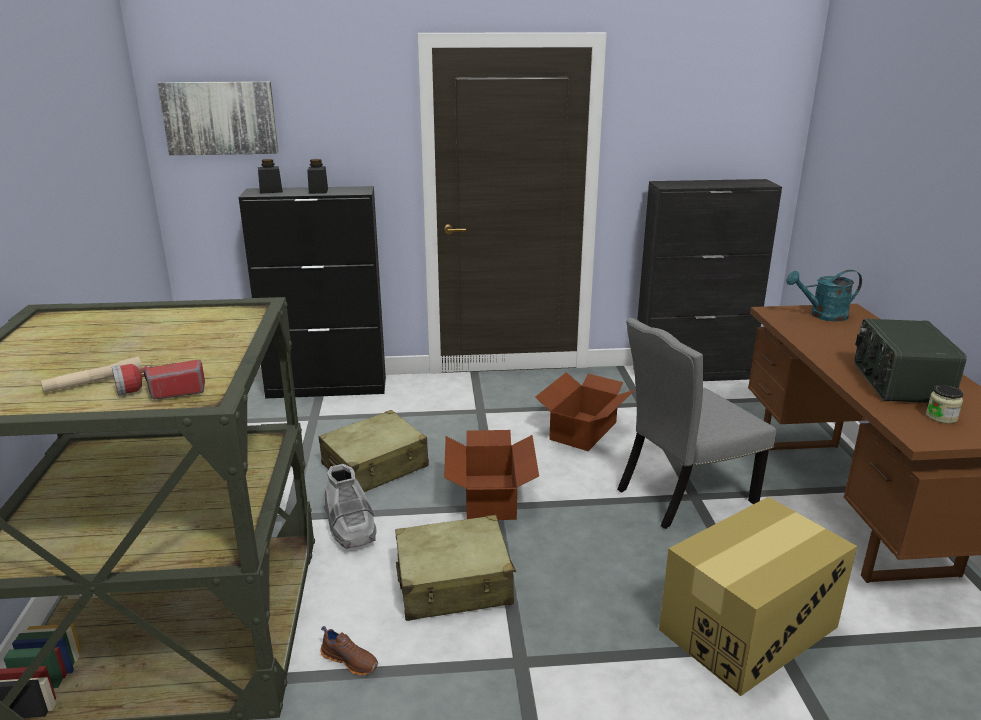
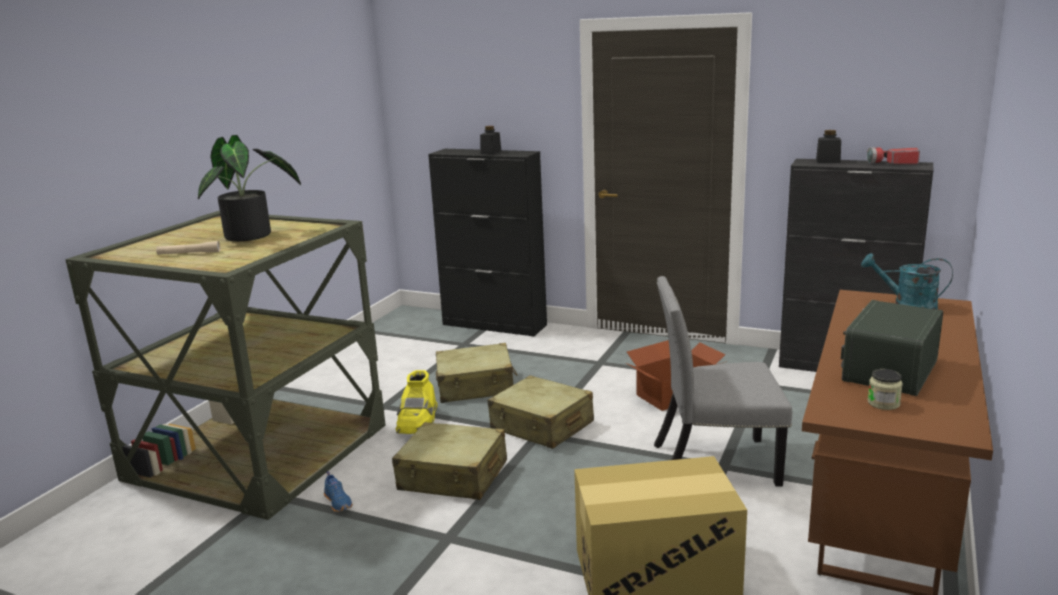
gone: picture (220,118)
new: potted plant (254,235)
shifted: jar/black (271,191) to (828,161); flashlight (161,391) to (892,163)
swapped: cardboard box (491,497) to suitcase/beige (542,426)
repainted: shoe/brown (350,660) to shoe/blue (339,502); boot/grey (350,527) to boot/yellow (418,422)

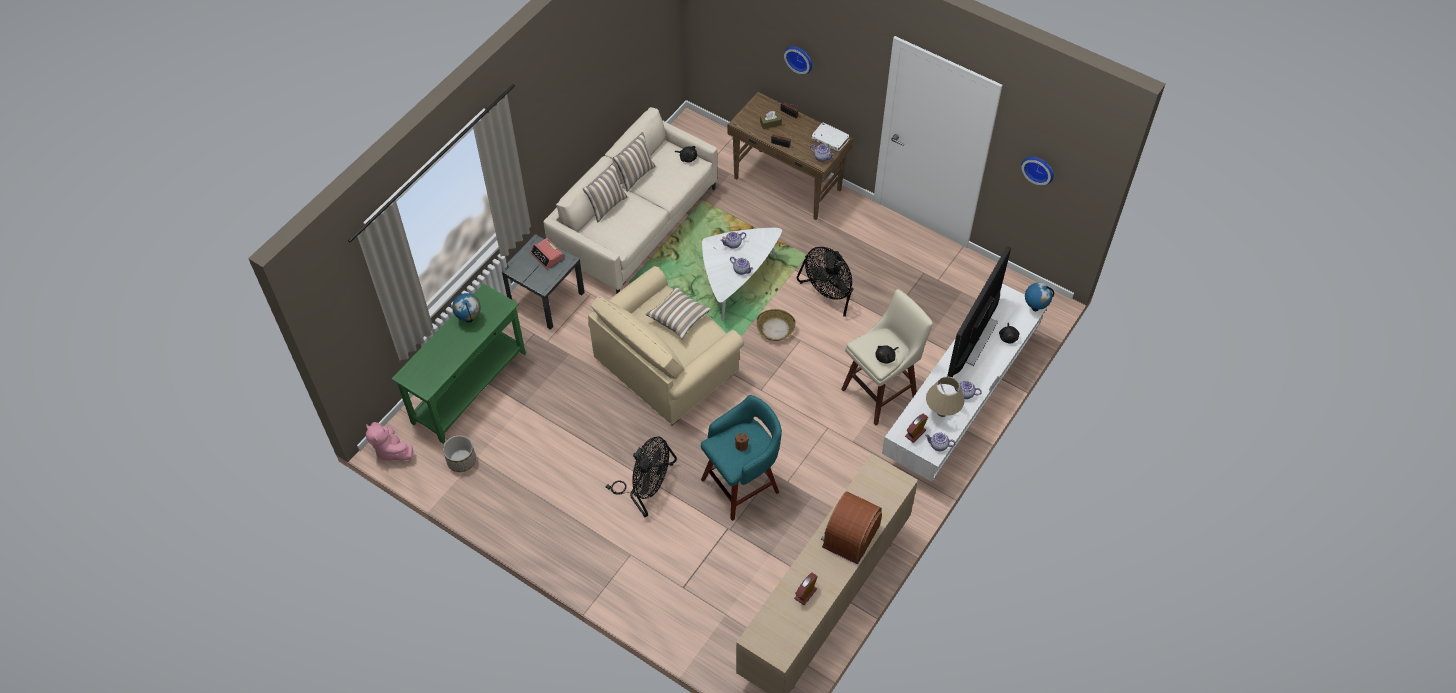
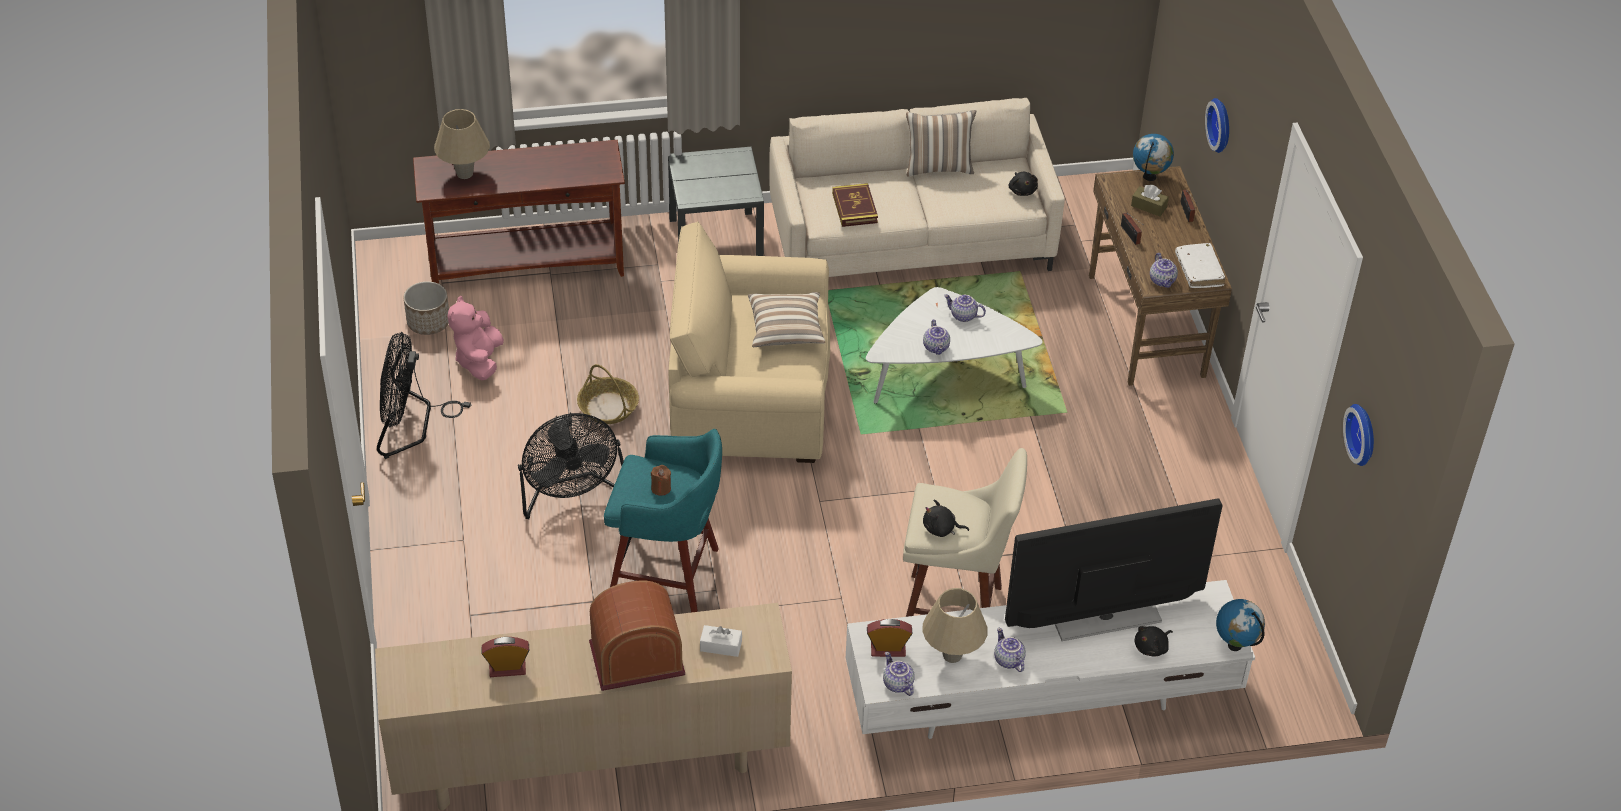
gone: alarm clock (547,256); pillow (606,205)
new: table lamp/beige (464,173); tissue box/white (721,646); book (854,208)
shifted: fan/black (829,290) to (413,420); plush toy/pink (391,450) to (479,361); basket (775,328) to (608,407); globe (469,319) to (1149,177)
repainted: console table/green (469,387) to console table/brown (527,264)

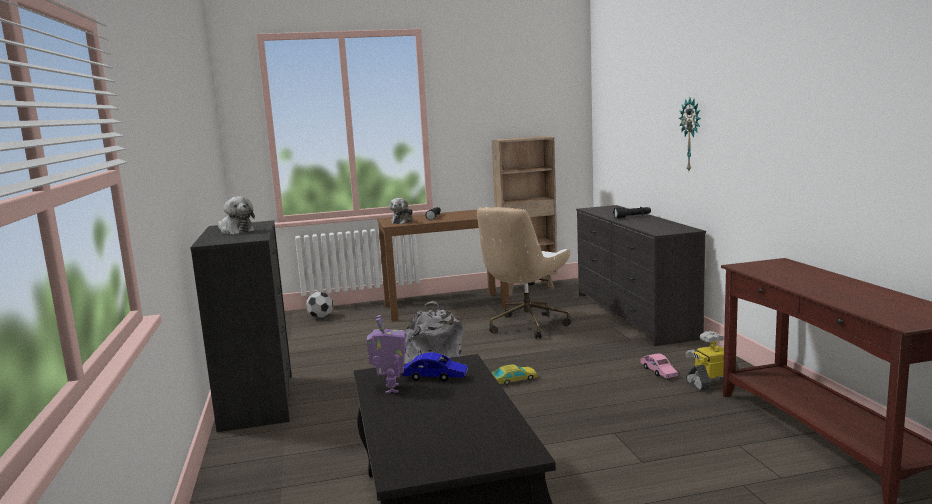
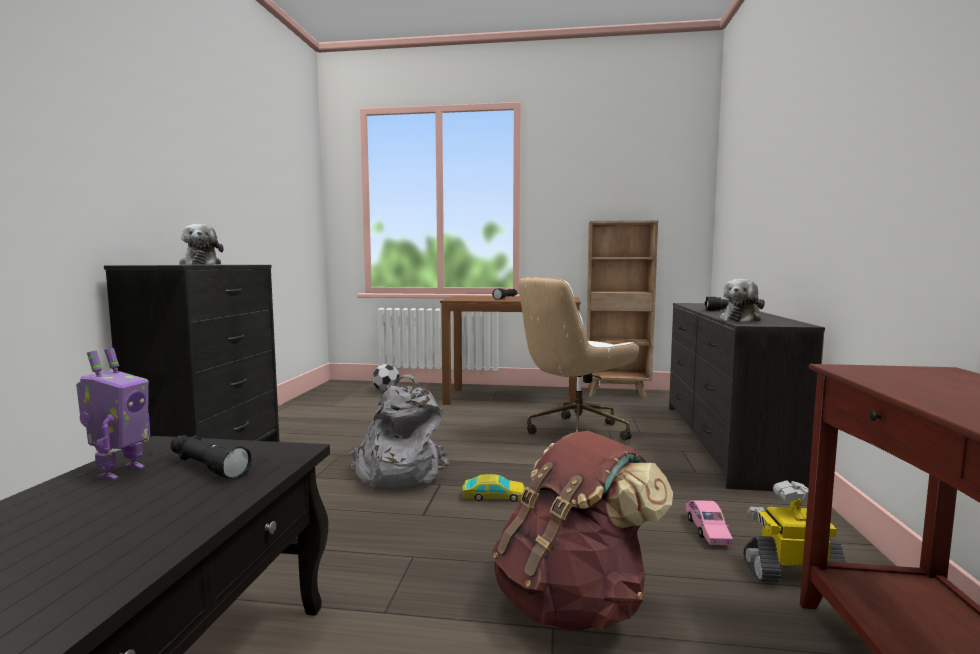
gone: wall clock (692,135)
new: backpack/brown (573,602)
shifted: plush toy (403,221) to (741,319)
swapped: toy car/blue (435,377) to flashlight/black (206,467)

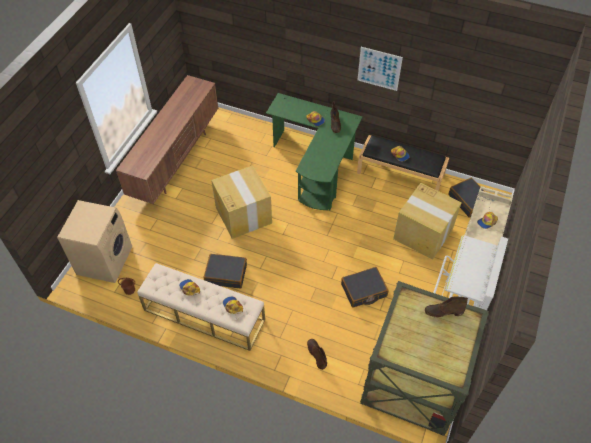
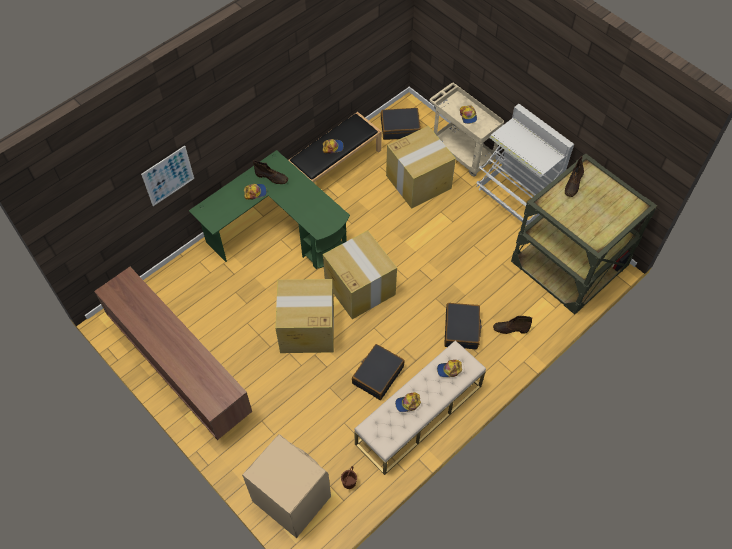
new: cardboard box (359,287)
shifted: picture (379,68) to (168,176); suitcase/black (363,291) to (461,329)

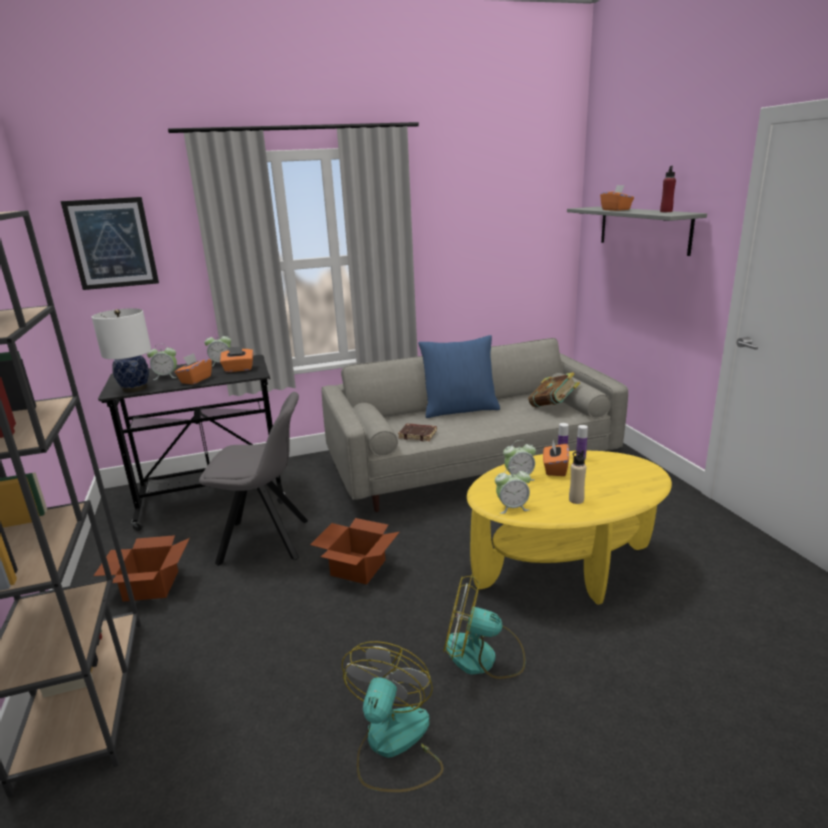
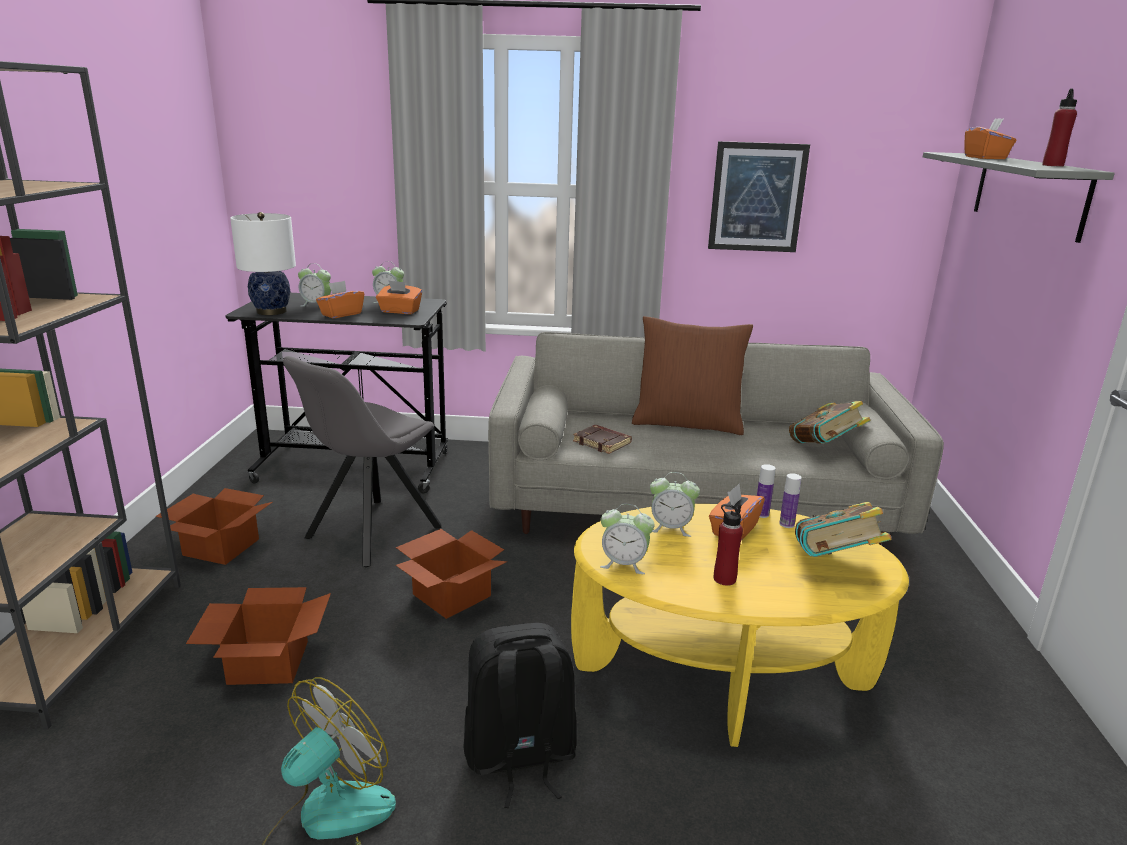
new: cardboard box (266,661); book (835,564)
shifted: picture (112,243) to (757,197)
swapped: fan (483,656) to backpack/black (519,758)
repainted: pillow/blue (460,409) to pillow/brown (687,423); bottle/beige (576,500) to bottle/red (724,579)
rotated: chair/grey (265,541) = (372,532) 105 degrees clockwise

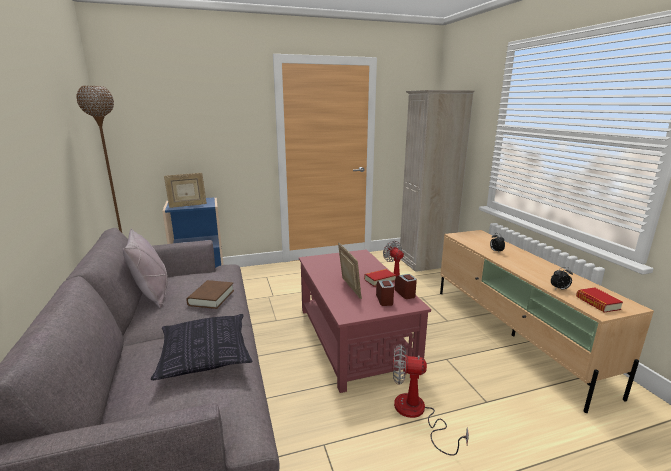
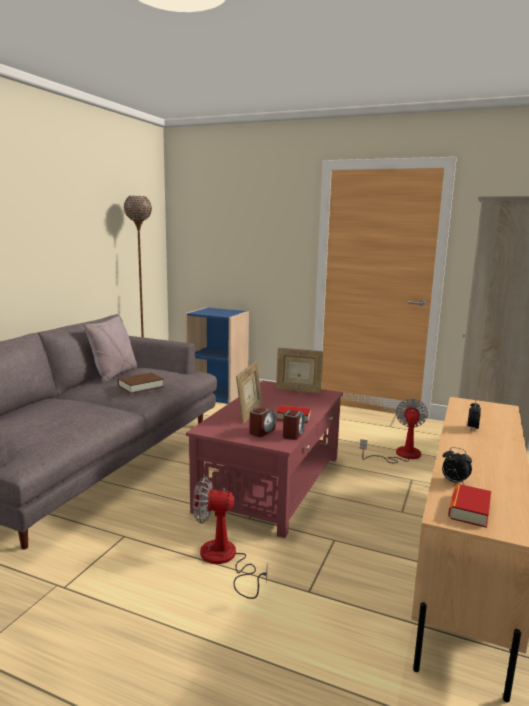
gone: pillow (205,356)
shifted: picture frame (187,205) to (298,390)
rotated: fan (417,414) = (224,560) 45 degrees counterclockwise

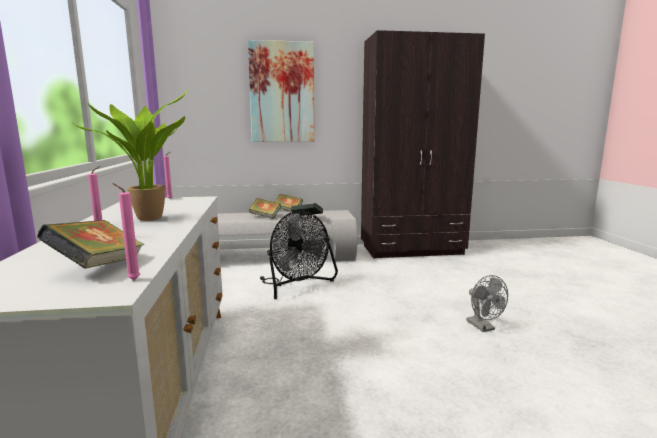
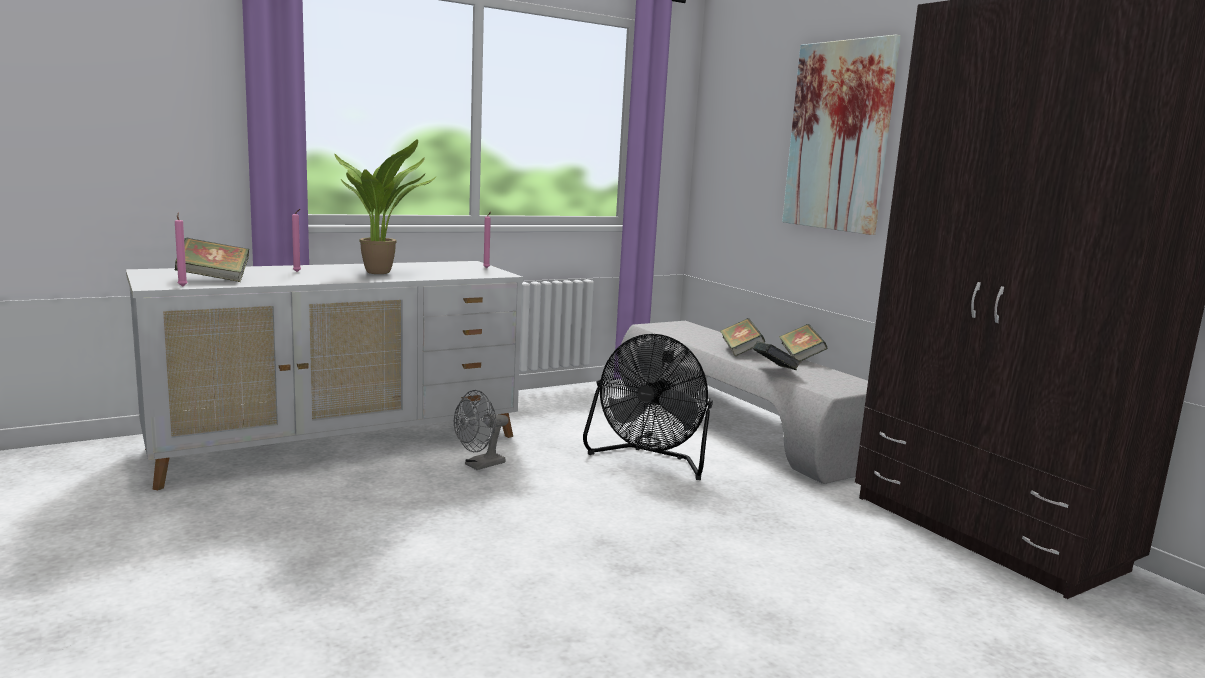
shifted: fan/grey (483,327) to (480,465)

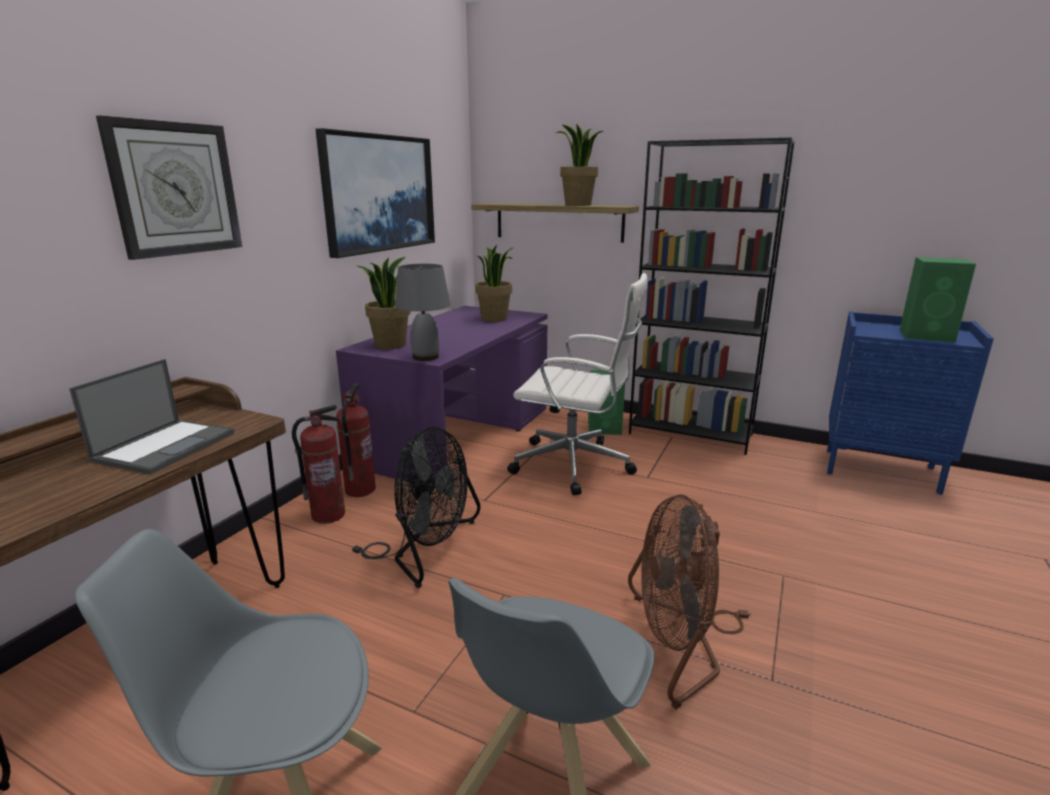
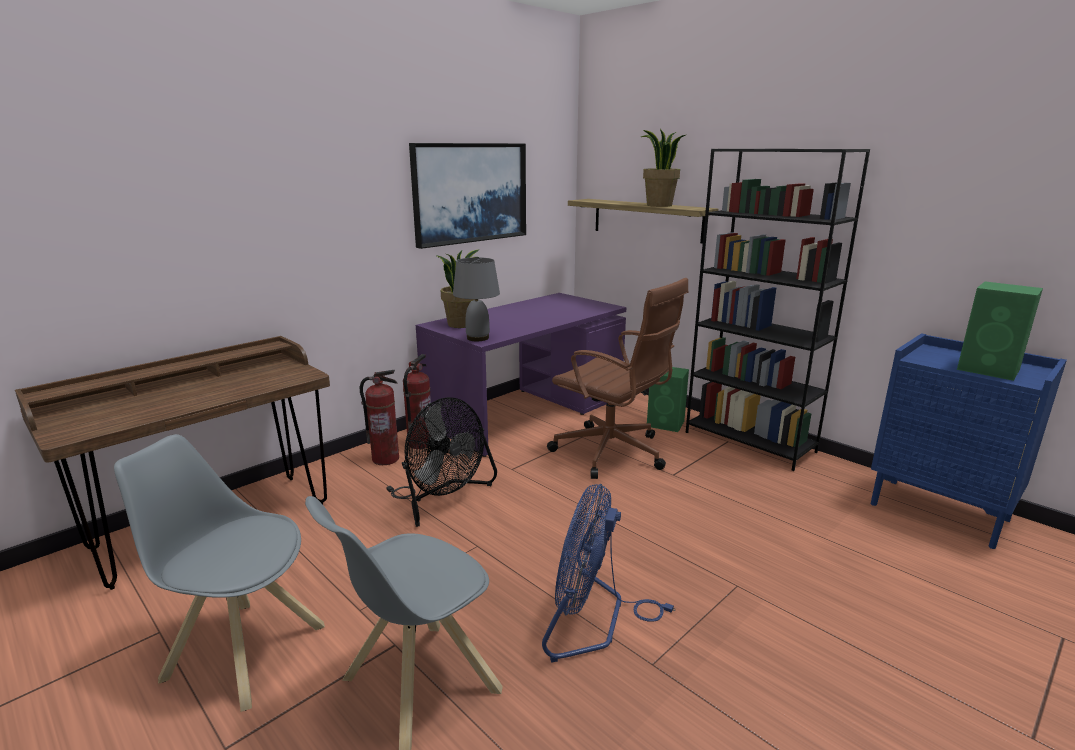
gone: laptop (166,446); wall clock (175,189); potted plant (495,319)
repainted: fan/brown (681,641) to fan/blue (596,615); office chair/white (575,465) to office chair/brown (612,453)

